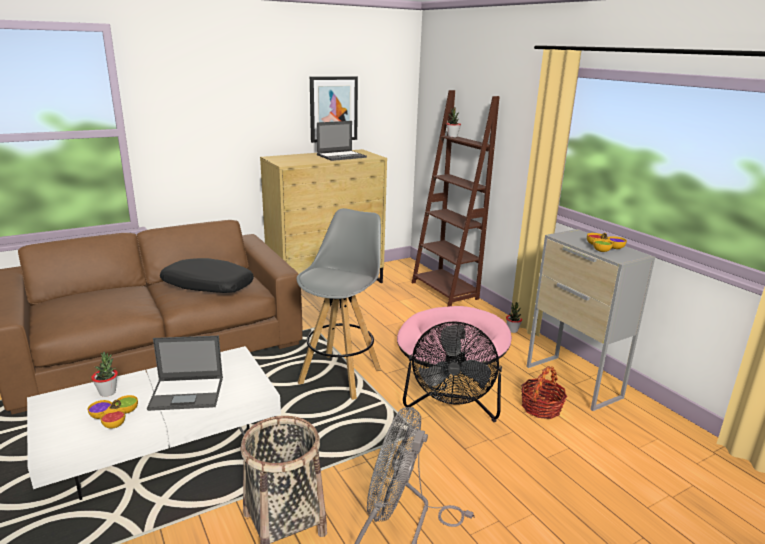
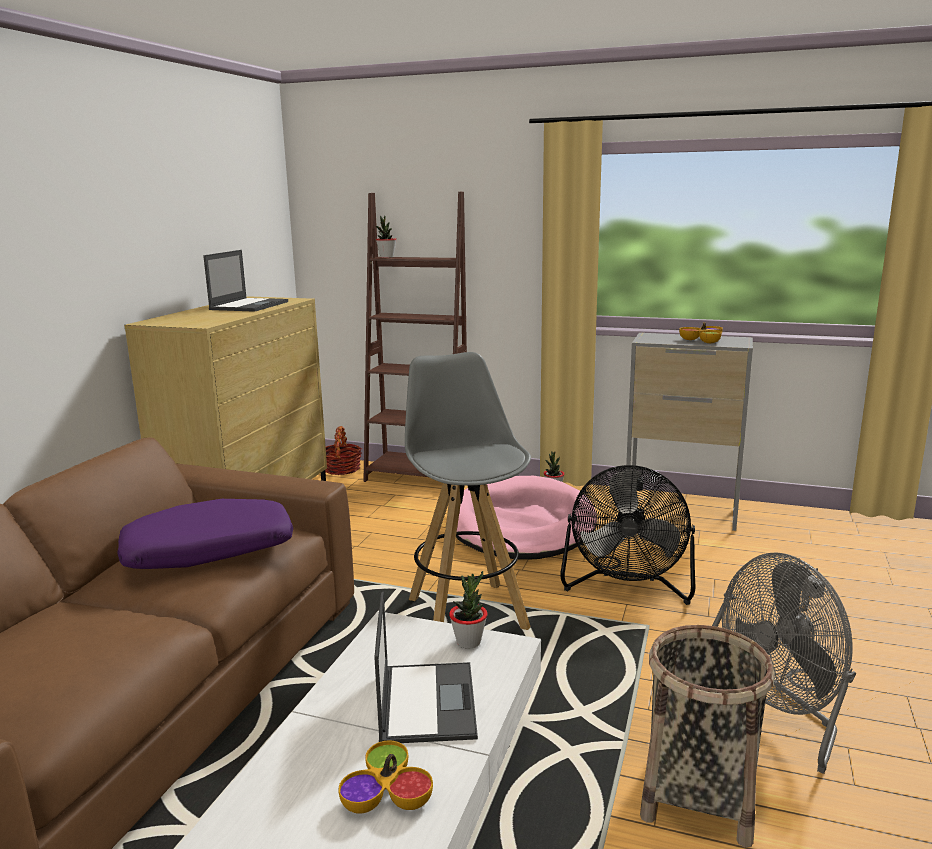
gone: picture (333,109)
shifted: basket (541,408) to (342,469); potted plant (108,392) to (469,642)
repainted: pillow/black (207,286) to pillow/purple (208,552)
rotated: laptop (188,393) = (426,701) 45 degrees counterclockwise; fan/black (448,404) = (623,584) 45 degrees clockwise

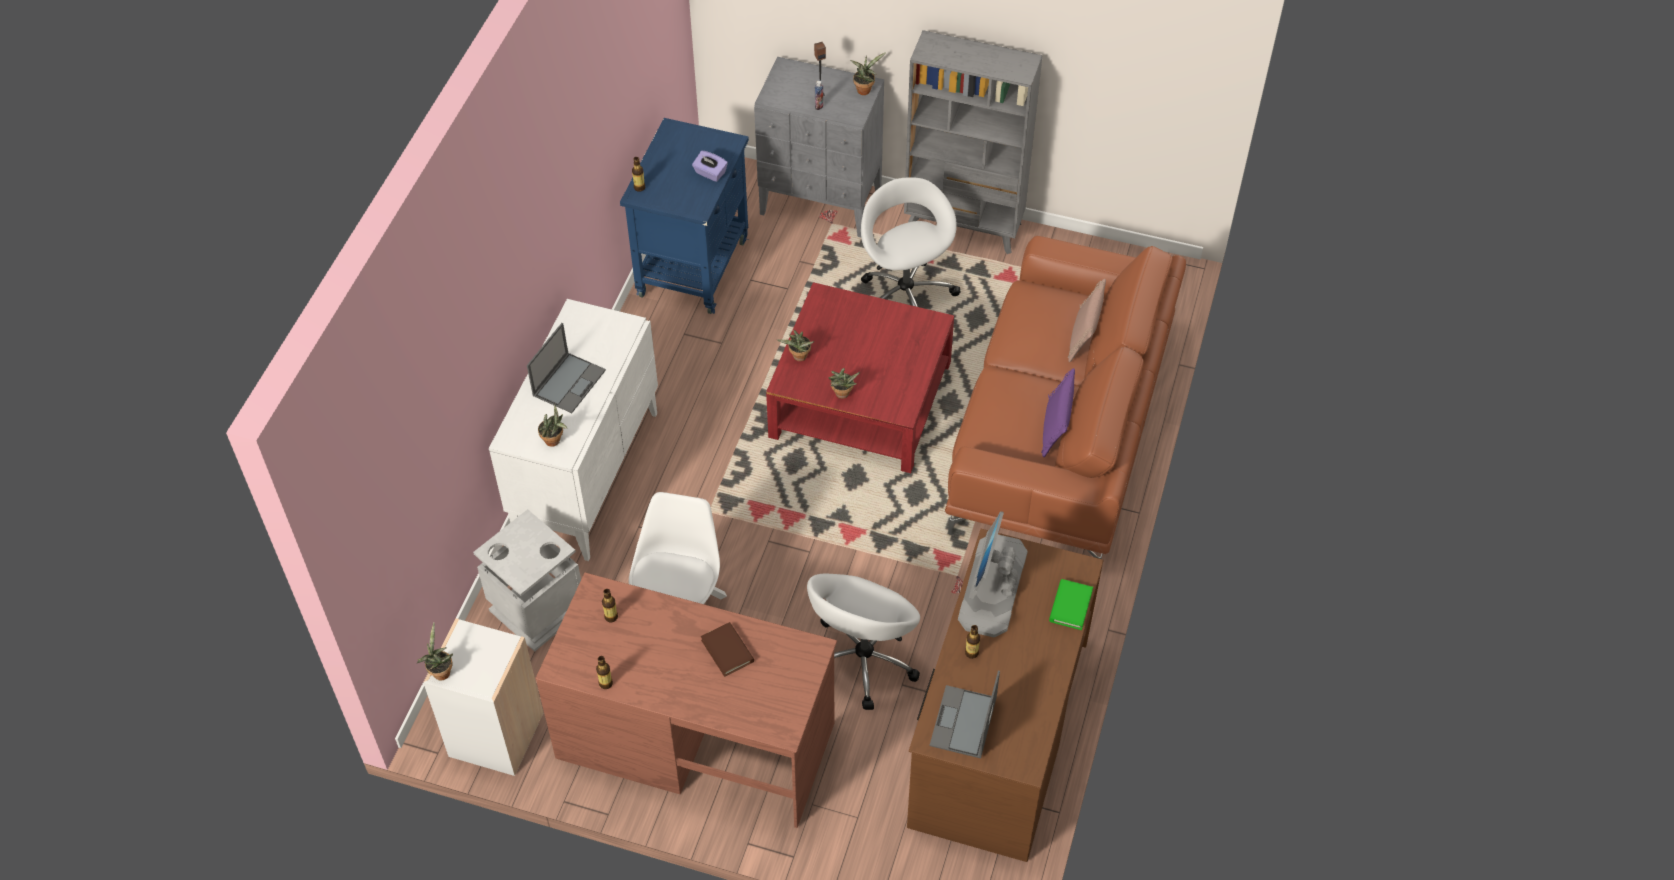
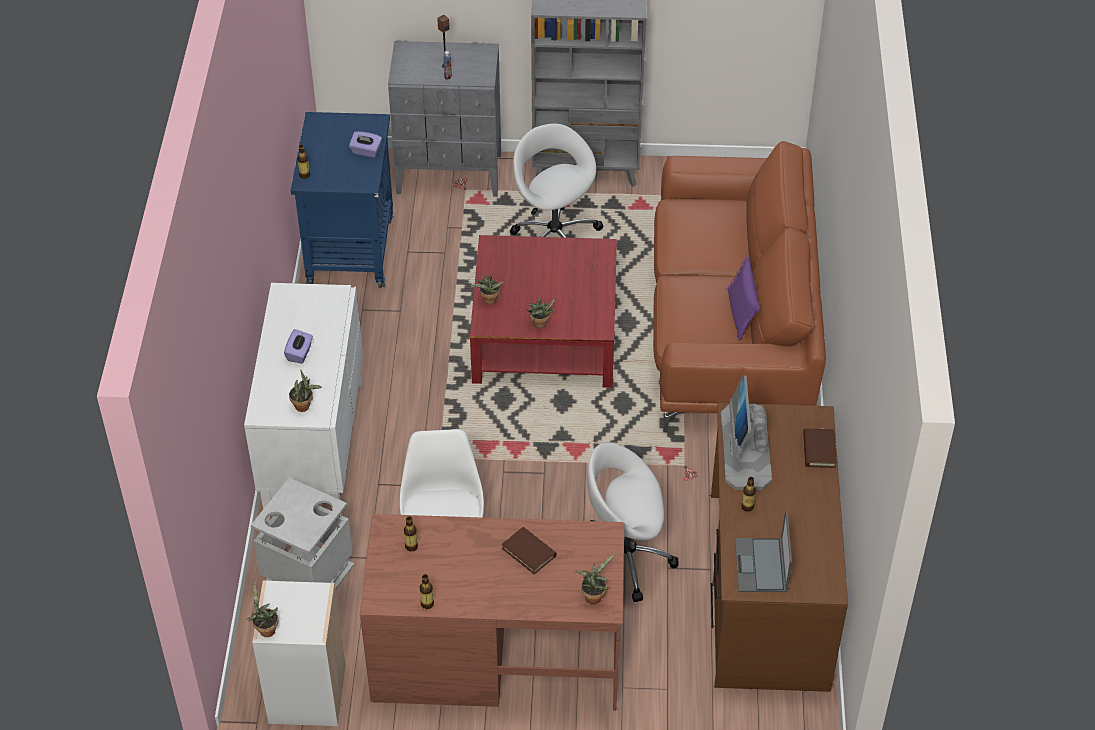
gone: pillow/beige (1084,336)
shifted: potted plant (865,89) to (594,596)
swapped: laptop (569,382) to tissue box/purple (299,353)
repainted: book/green (1070,606) to book/brown (819,450)
rotated: office chair/white (861,663) = (624,558) 75 degrees clockwise

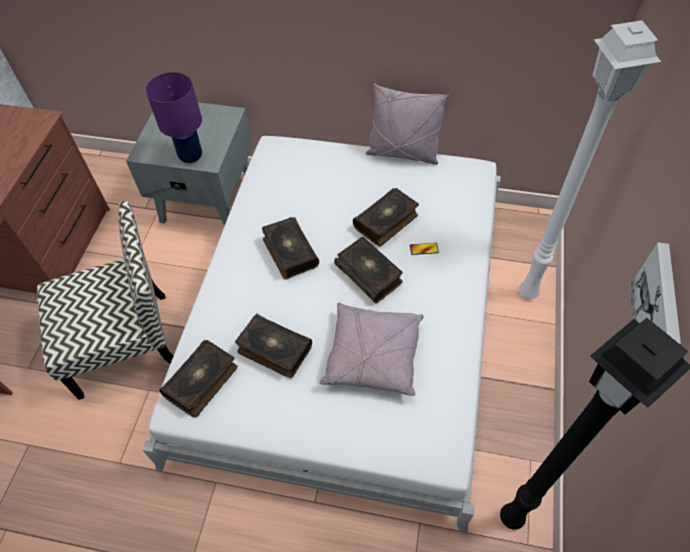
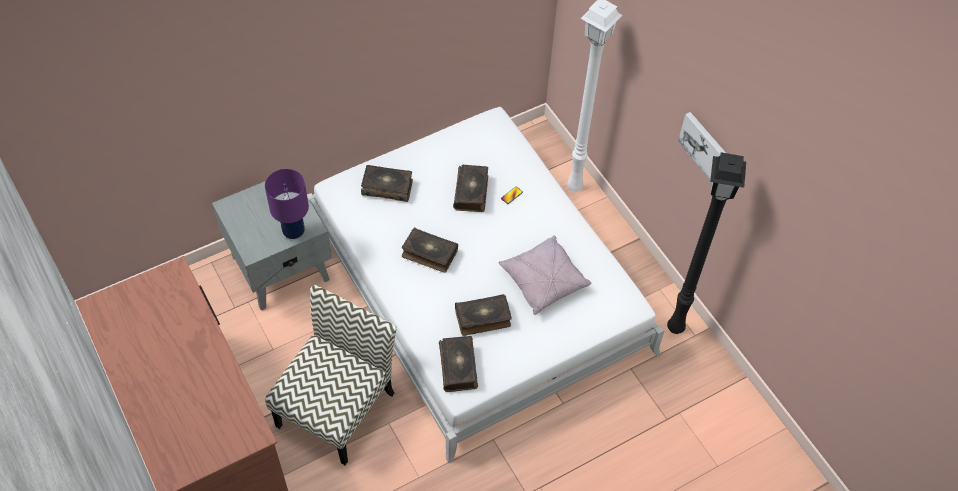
gone: pillow/purple (403,153)
shifted: book (369,274) to (387,187)

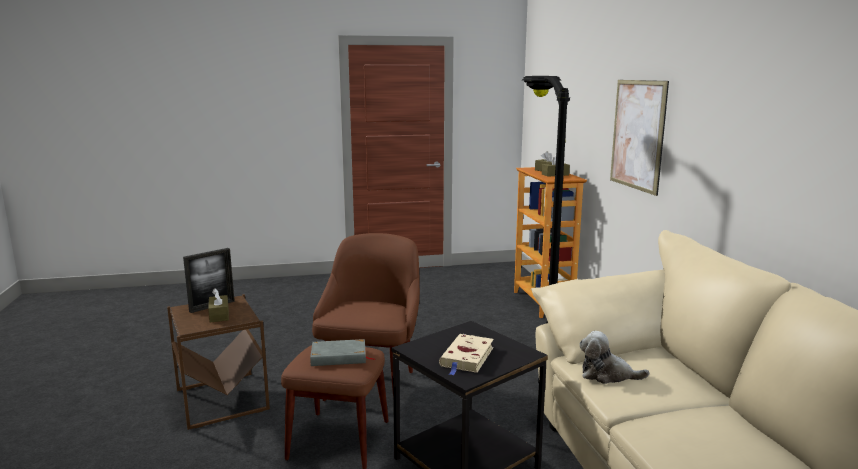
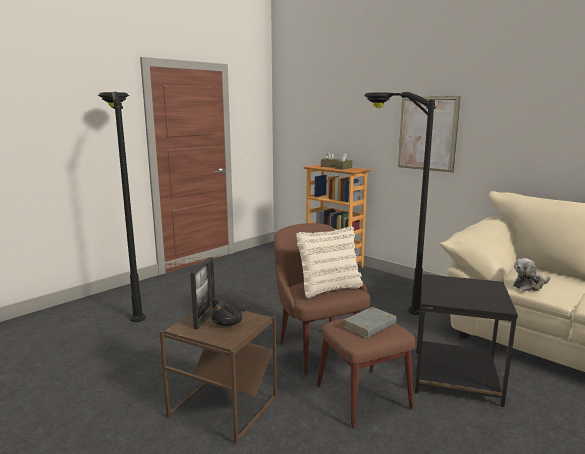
gone: book/beige (467,358)
new: floor lamp/black (134,301); pillow/beige (329,289)
swapped: tissue box/brown (219,315) to plush toy/black (228,323)

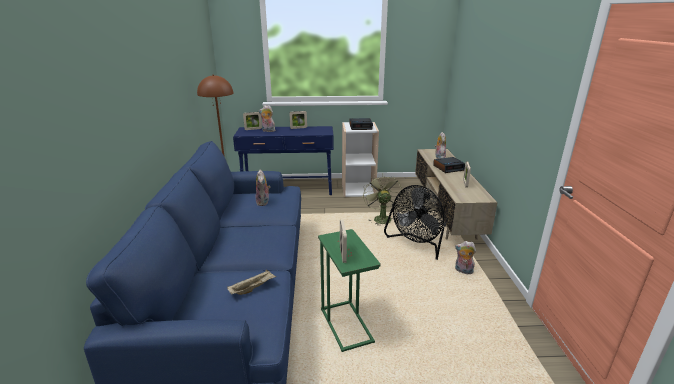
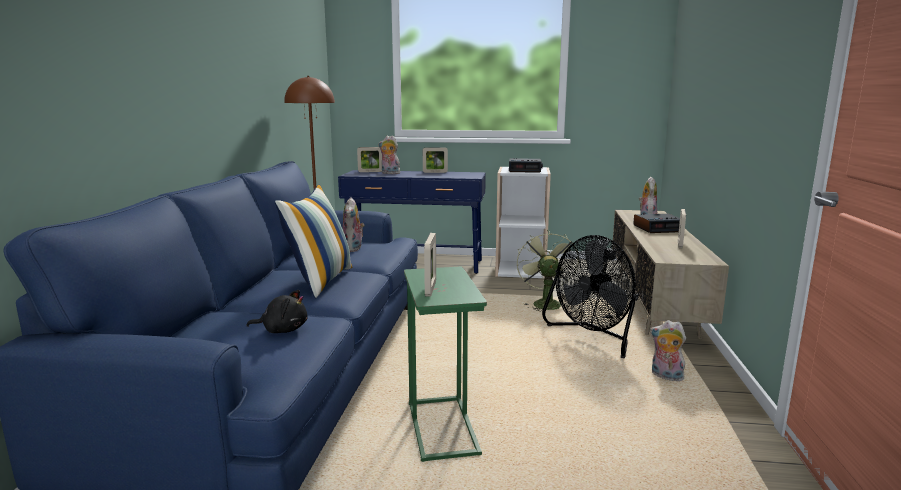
new: pillow (320,281)
swapped: tray/beige (252,288) to plush toy/black (282,330)

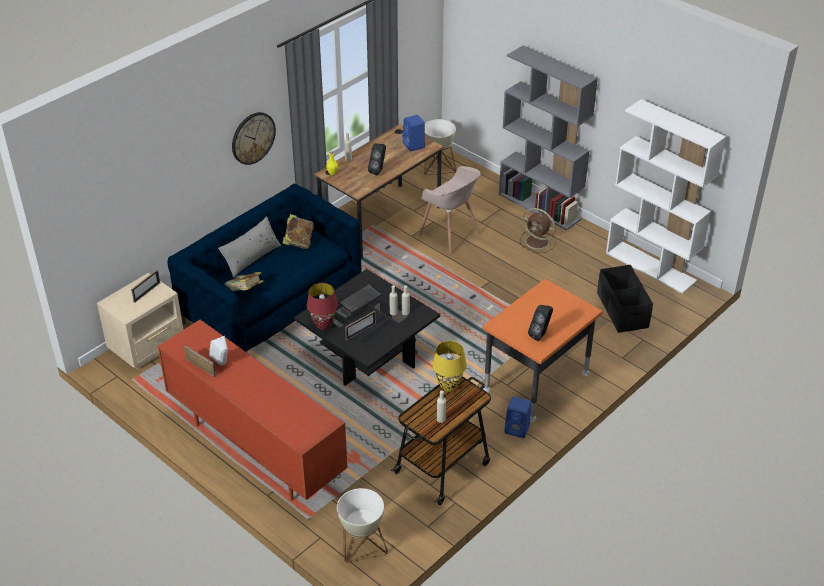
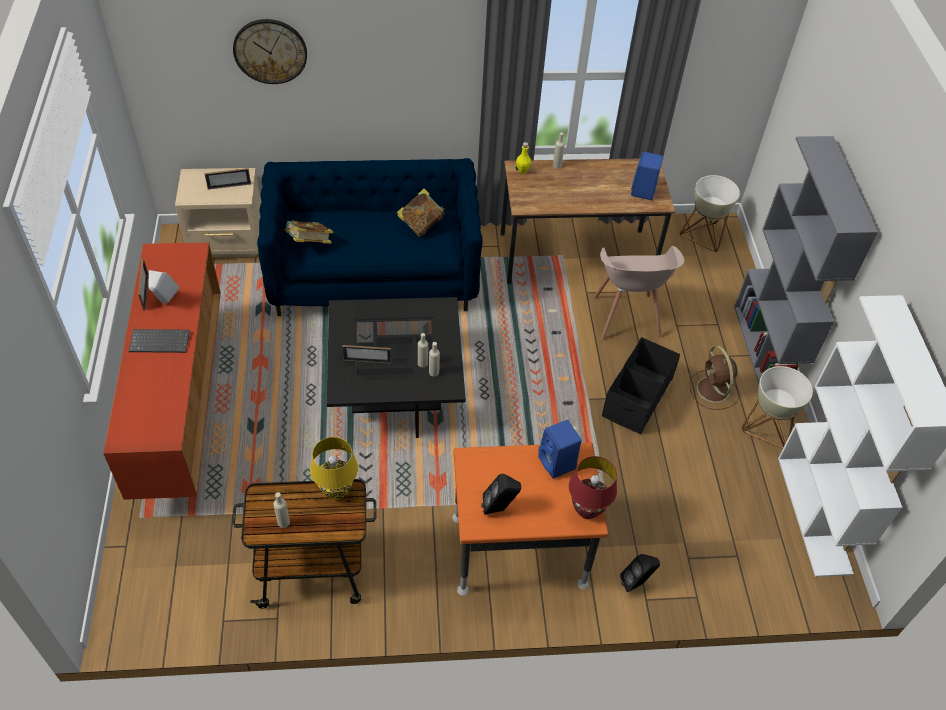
gone: pillow/grey (251,258)
shifted: keyboard (360,299) to (161,341); wall clock (253,138) to (270,51); speaker/blue (518,429) to (558,463); table lamp/red (323,325) to (586,510); storage box/black (622,310) to (636,398); speaker/black (378,171) to (636,583); planter (362,548) to (766,429)

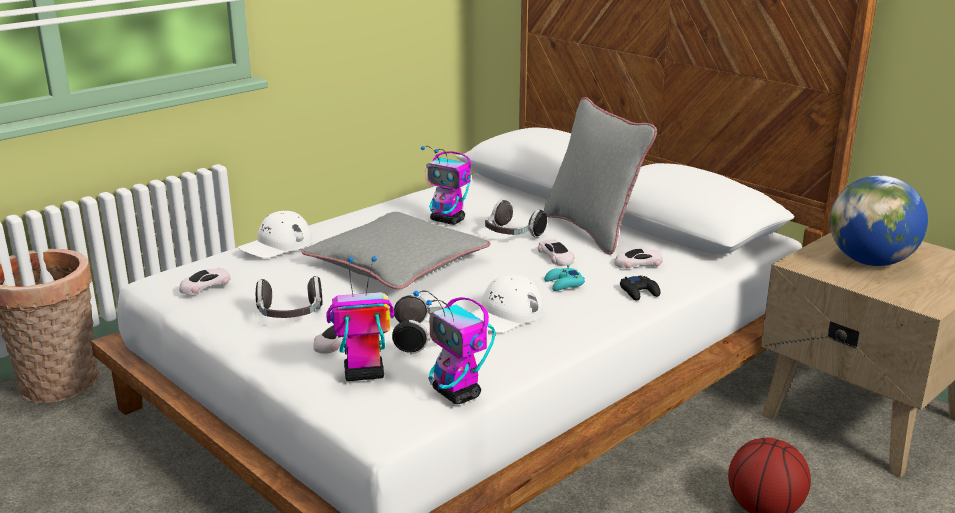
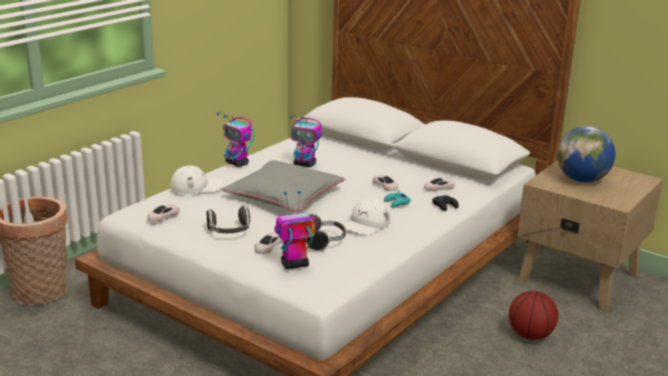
gone: headphones (512,235); pillow/grey (593,230)
shifted: toy robot (457,394) to (237,163)
rotated: cap/white (276,244) = (197,186) 135 degrees counterclockwise

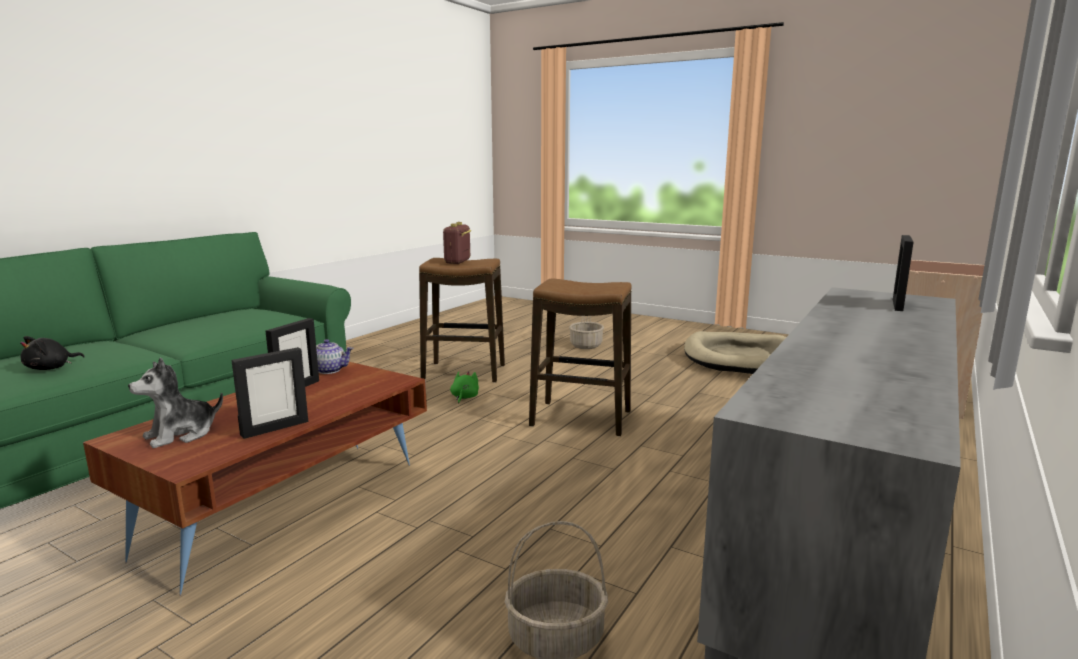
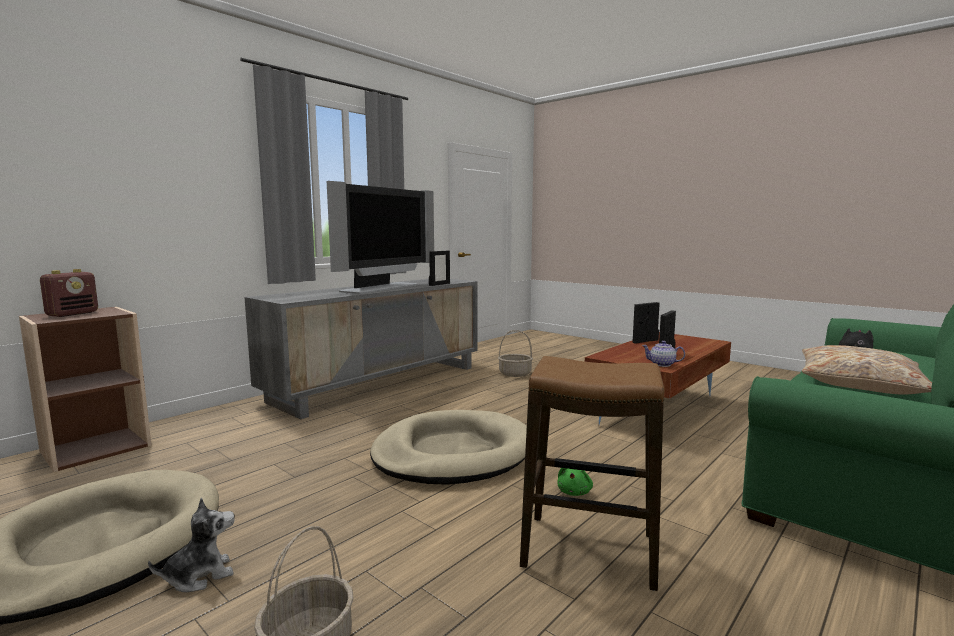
new: television (382,288); pillow/beige (860,383)
shifted: radio (457,262) to (73,314); plush toy (181,434) to (200,576); picture frame (899,305) to (439,284)
swapped: stool (581,419) to dog bed/beige (452,453)

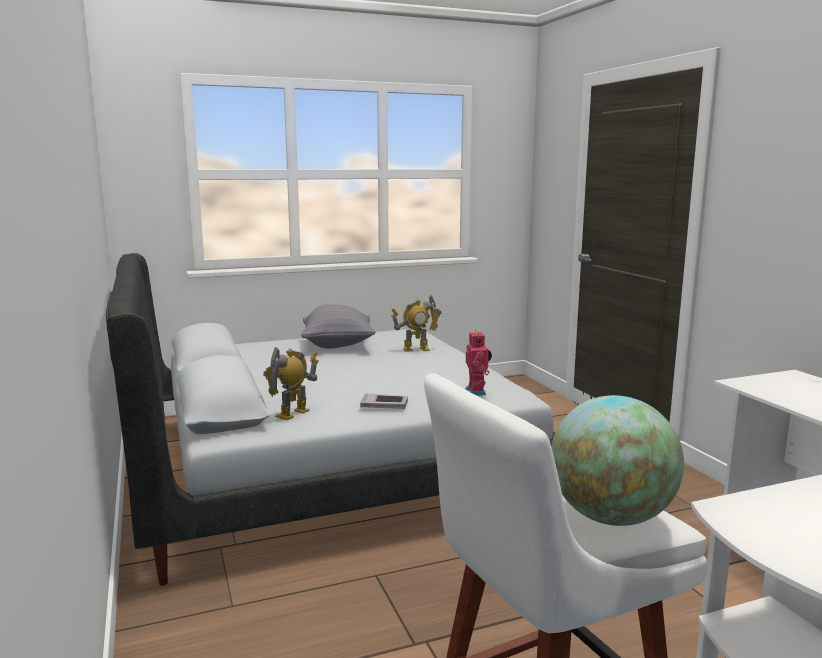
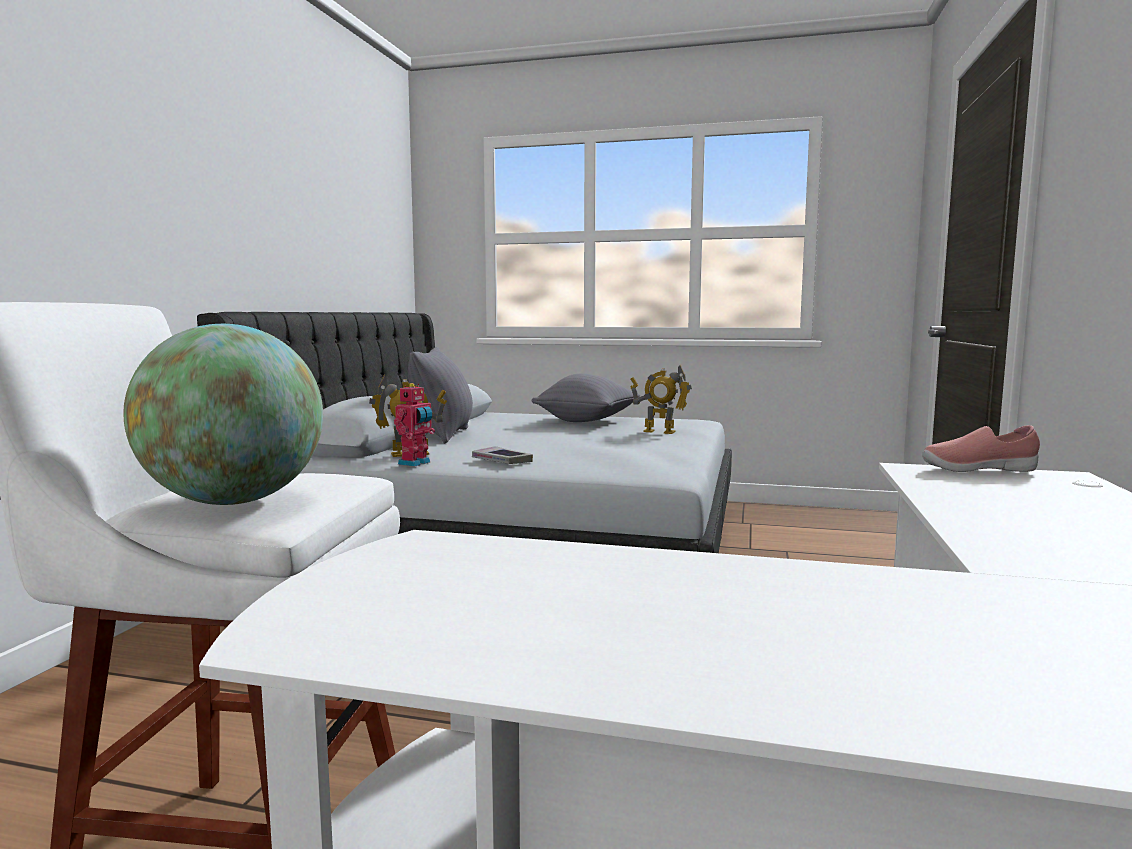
new: pillow/grey (443,435); shoe/pink (977,471)
shifted: toy robot (477,392) to (416,463)

